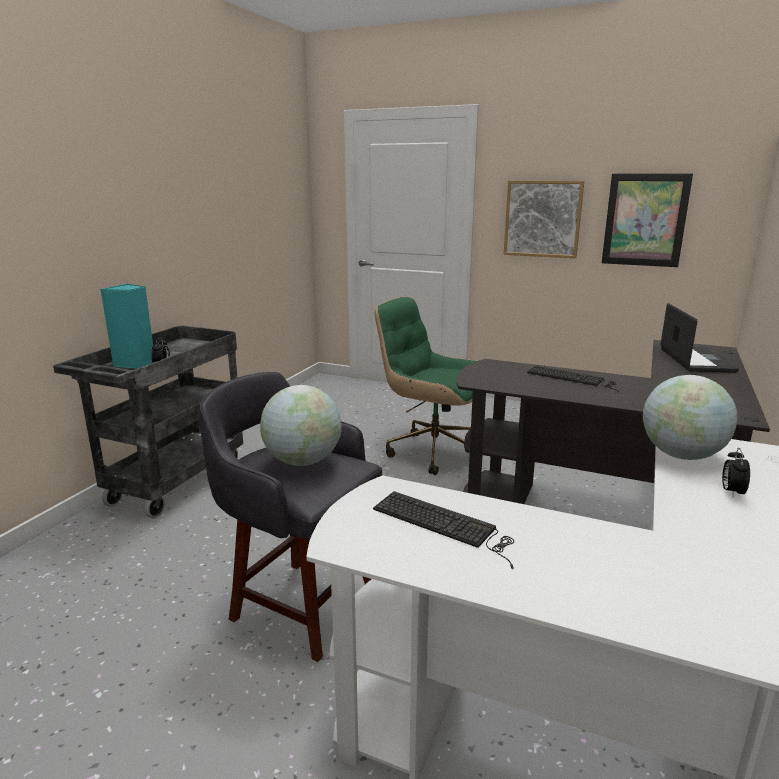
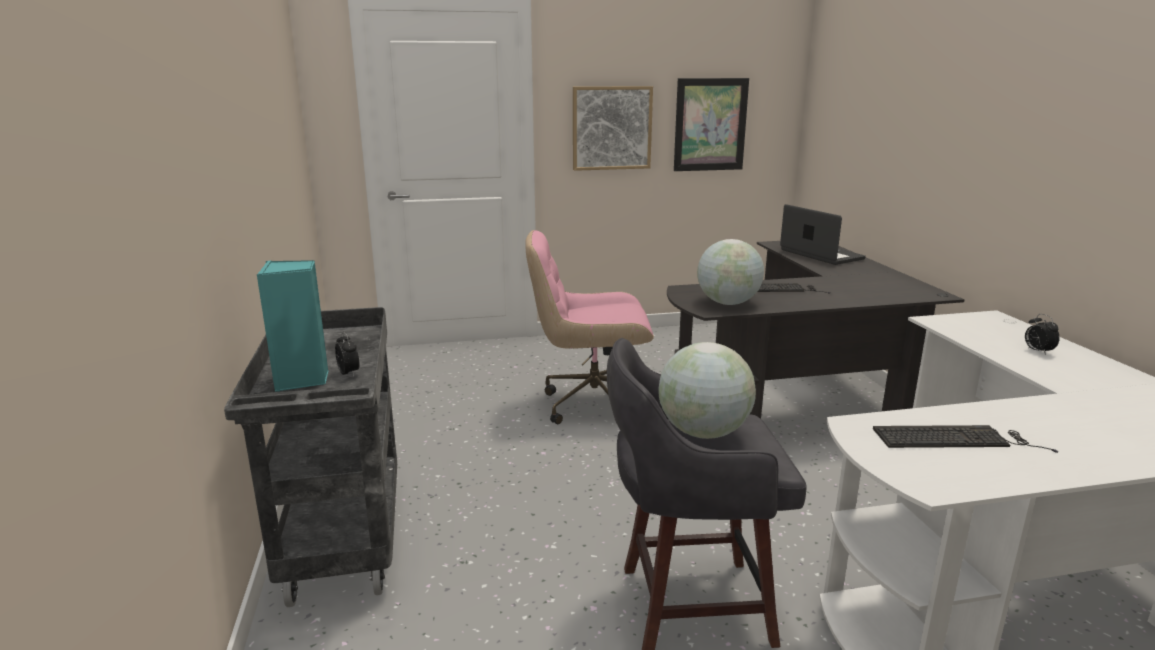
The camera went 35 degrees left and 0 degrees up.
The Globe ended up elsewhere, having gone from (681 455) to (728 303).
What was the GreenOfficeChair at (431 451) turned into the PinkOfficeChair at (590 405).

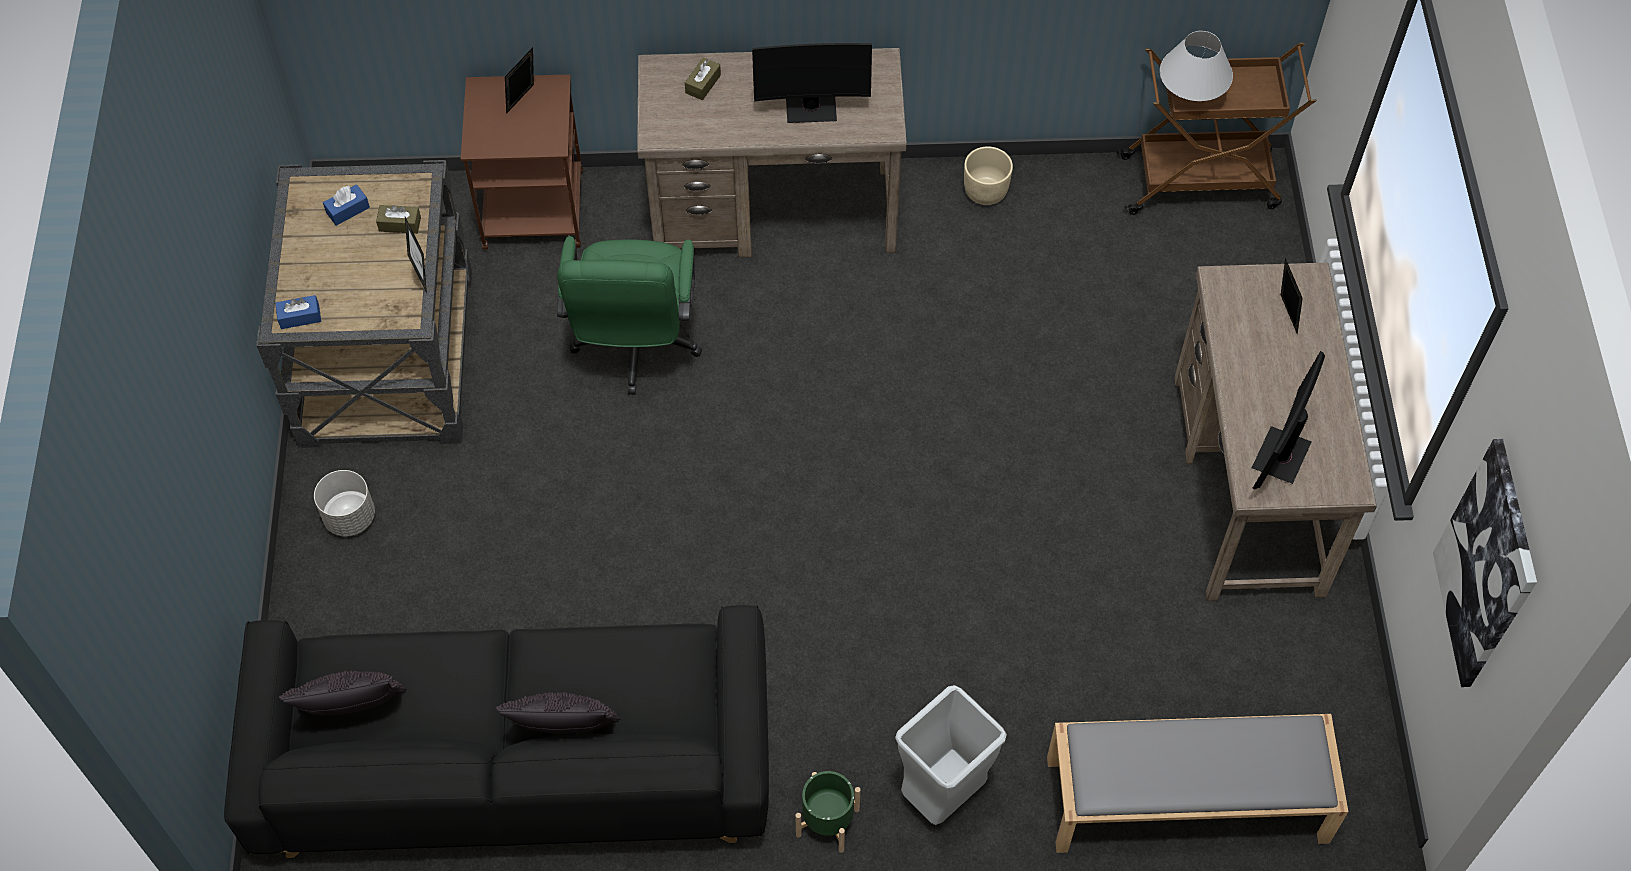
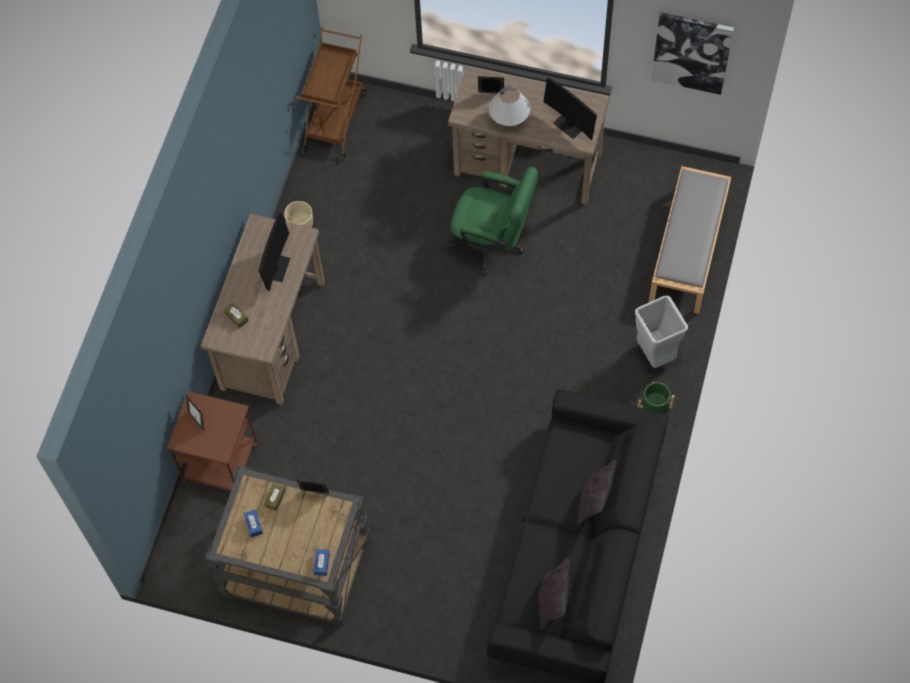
The camera went 70 degrees left and 5 degrees up.
The second view lost the GreyPlanter at (350 517).
The GreenOfficeChair ended up elsewhere, having gone from (635 348) to (492 243).
The WhiteTableLamp ended up elsewhere, having gone from (1190 99) to (509 120).

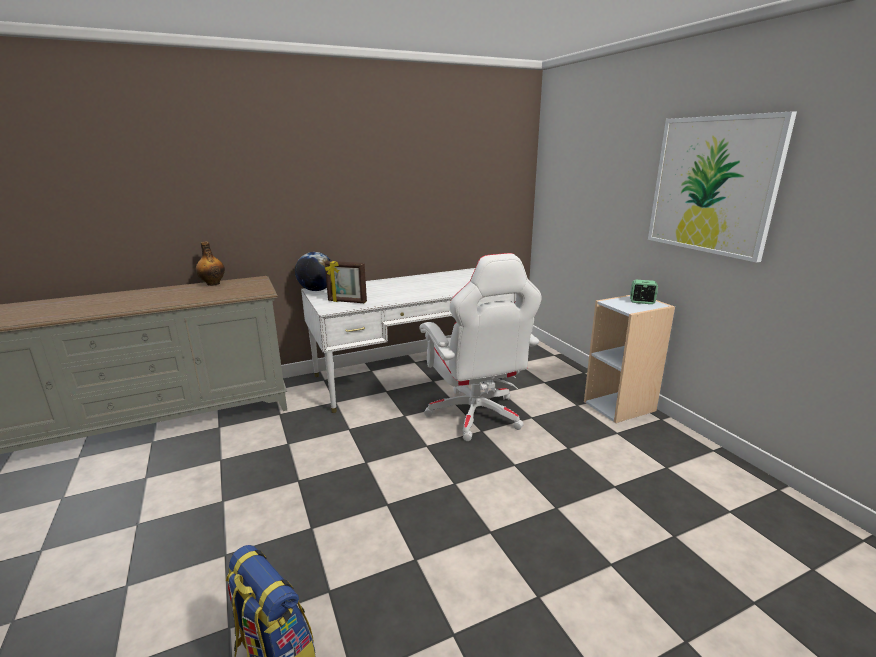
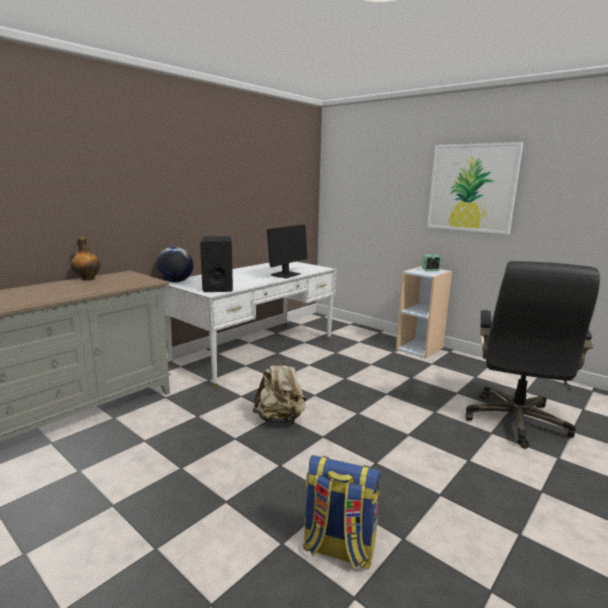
The camera went 25 degrees left and 5 degrees down.
The second view lost the WhiteOfficeChair at (475 414).
The second view gained the BeigeBackpack at (280 419).
The second view gained the Monitor at (286 275).
The second view gained the BlackOfficeChair at (515 419).
Where the PictureFrame stood at (347 301), the BlackSpeaker came to stand at (217 287).

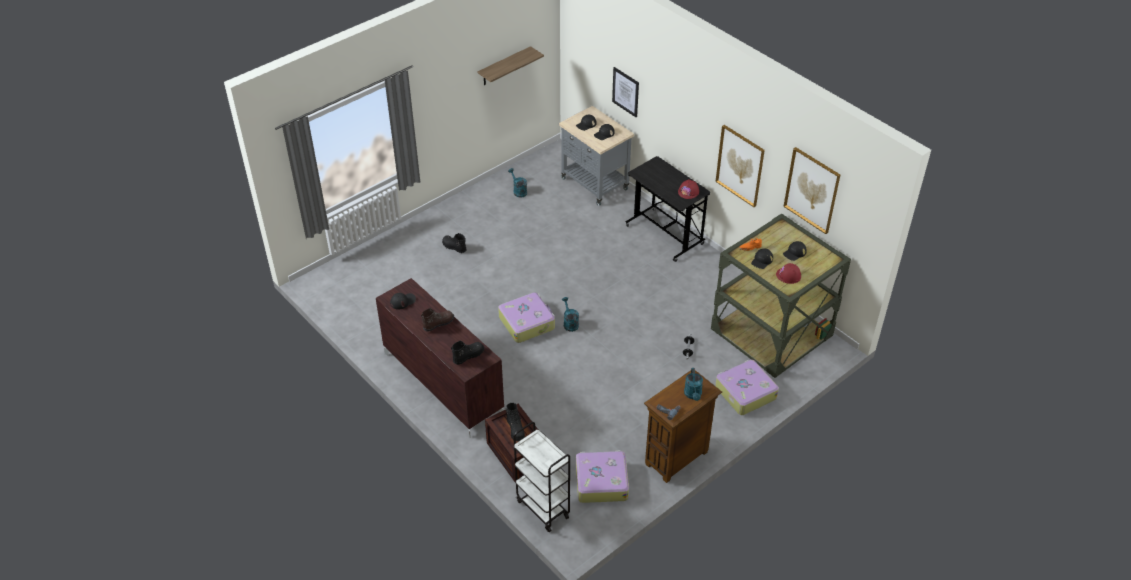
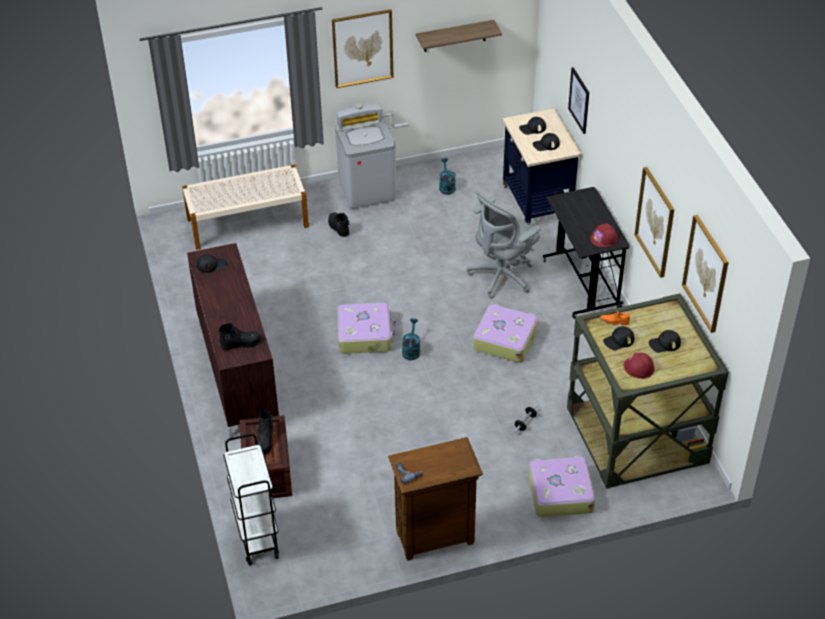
The camera went 25 degrees right and 0 degrees up.
The second view lost the BrownBoot at (438 323).
The second view lost the TurquoiseWateringCan at (693 395).
The second view gained the BeigeBench at (247 222).
The second view gained the Picture at (362 48).
The second view gained the GreyWashingMachine at (368 190).
The second view gained the GreyOfficeChair at (504 273).
The Suitcase ended up elsewhere, having gone from (601 481) to (505 339).
What was the GreyCart at (595 184) turned into the BlueCart at (537 203).

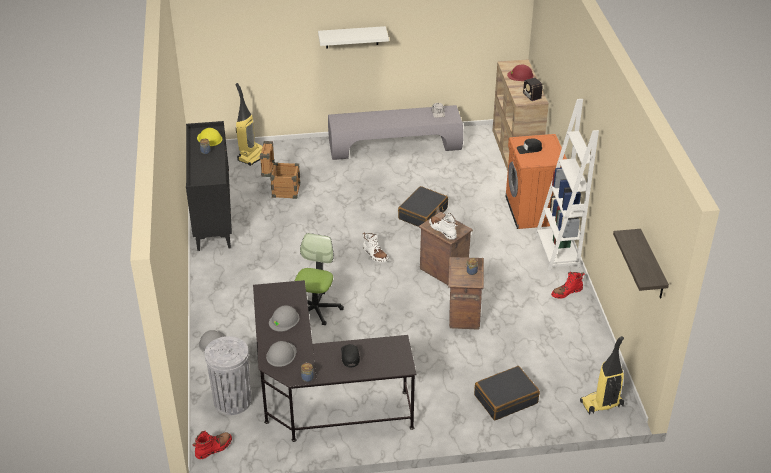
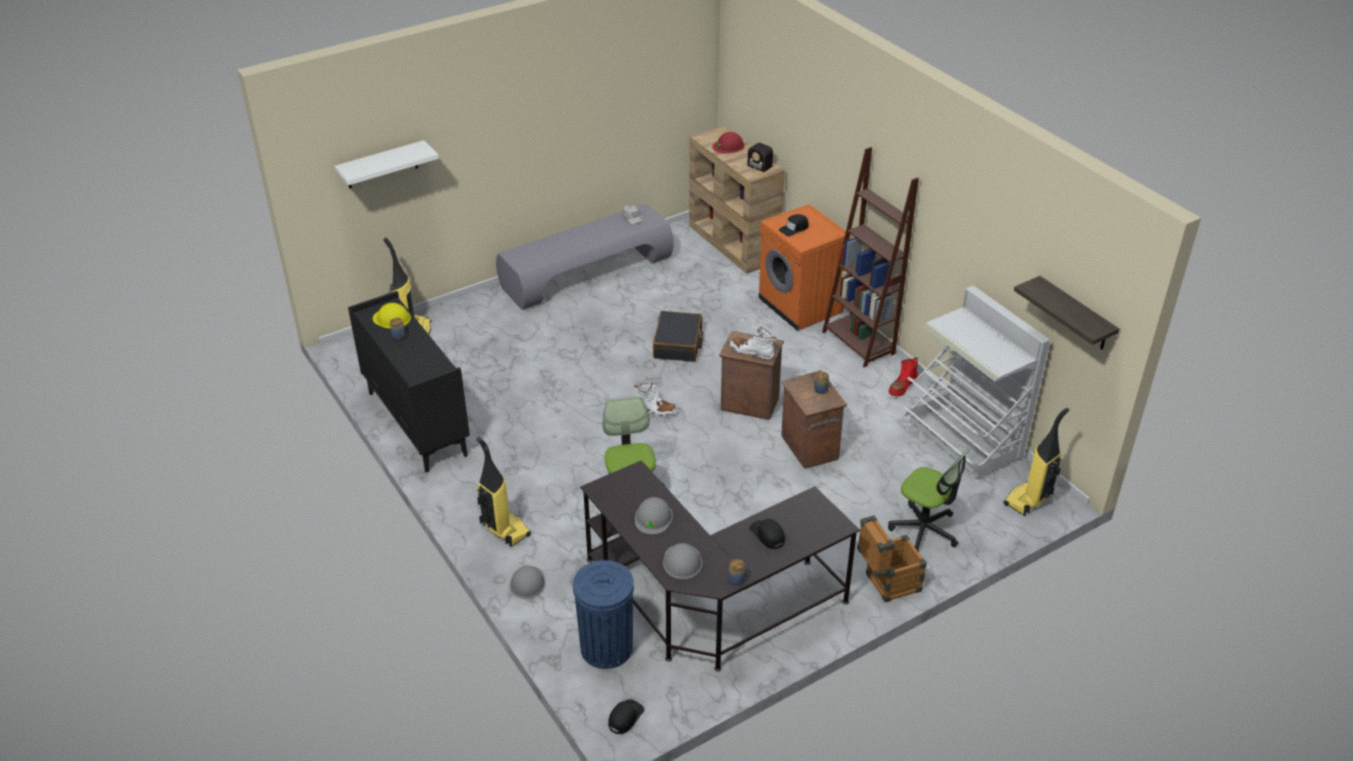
The camera went 25 degrees left and 0 degrees up.
The second view gained the VacuumCleaner at (504 530).
The second view gained the WhiteShoeRack at (960 443).
The Crate ended up elsewhere, having gone from (281 190) to (886 584).
The WhiteShelf ended up elsewhere, having gone from (352 37) to (381 165).
Where the RedBoot stood at (213 448), the BlackCap came to stand at (625 717).
Where the BlackSuitcase stood at (505 399), the OfficeChair came to stand at (924 530).
What was the GreyTrashCan at (232 401) turned into the BlueTrashCan at (606 648).
What was the WhiteBookcase at (557 251) turned into the BrownBookcase at (858 343).

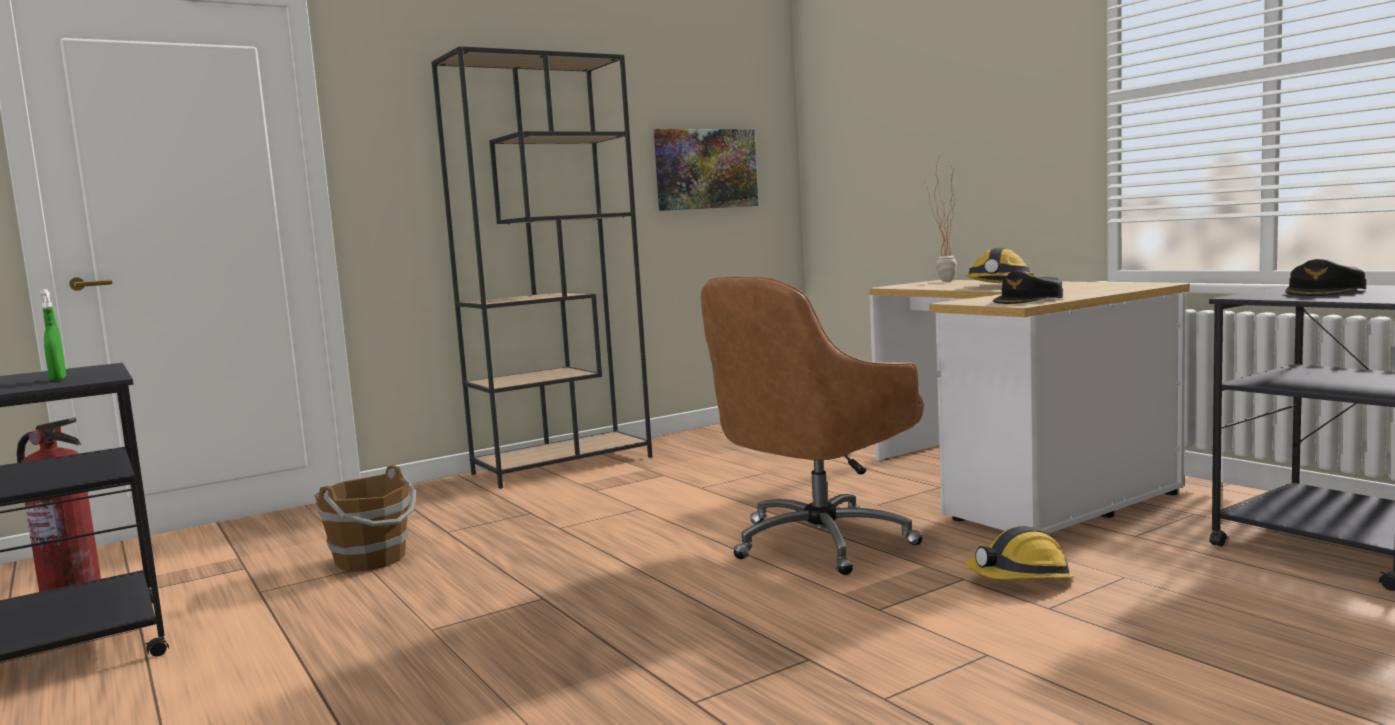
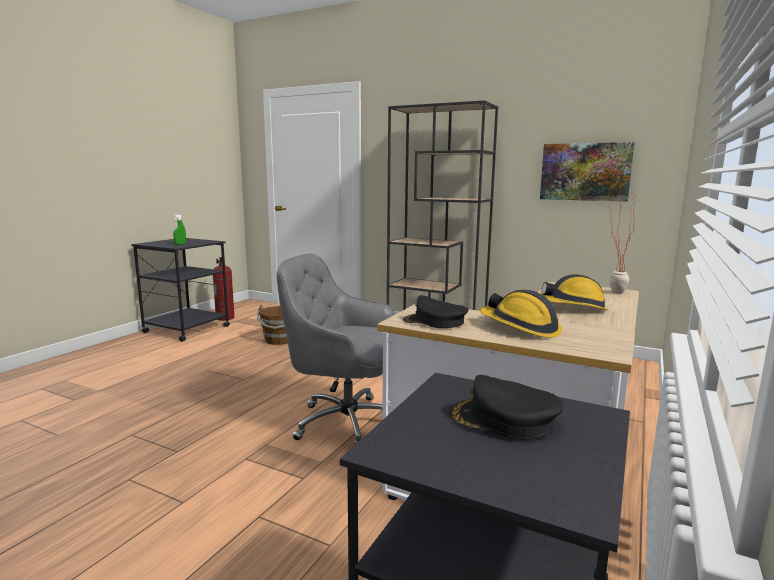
The camera went 60 degrees right and 5 degrees up.
The HardHat ended up elsewhere, having gone from (1020 578) to (520 328).
What was the BrownOfficeChair at (819 542) turned into the GreyOfficeChair at (348 422).

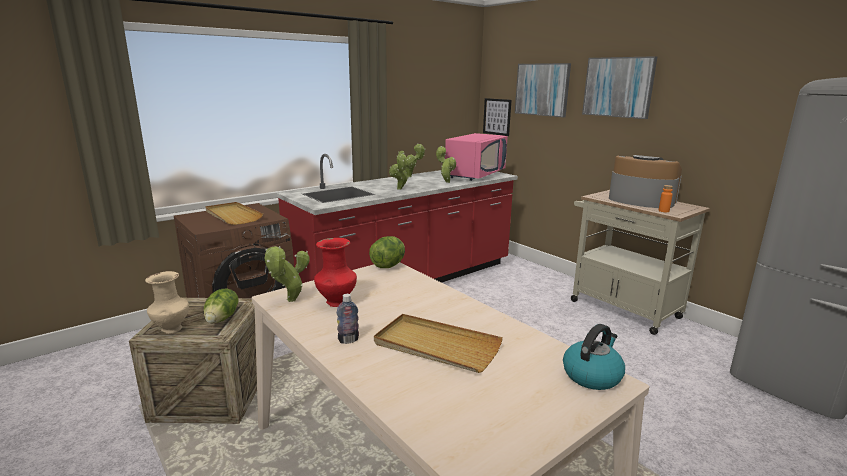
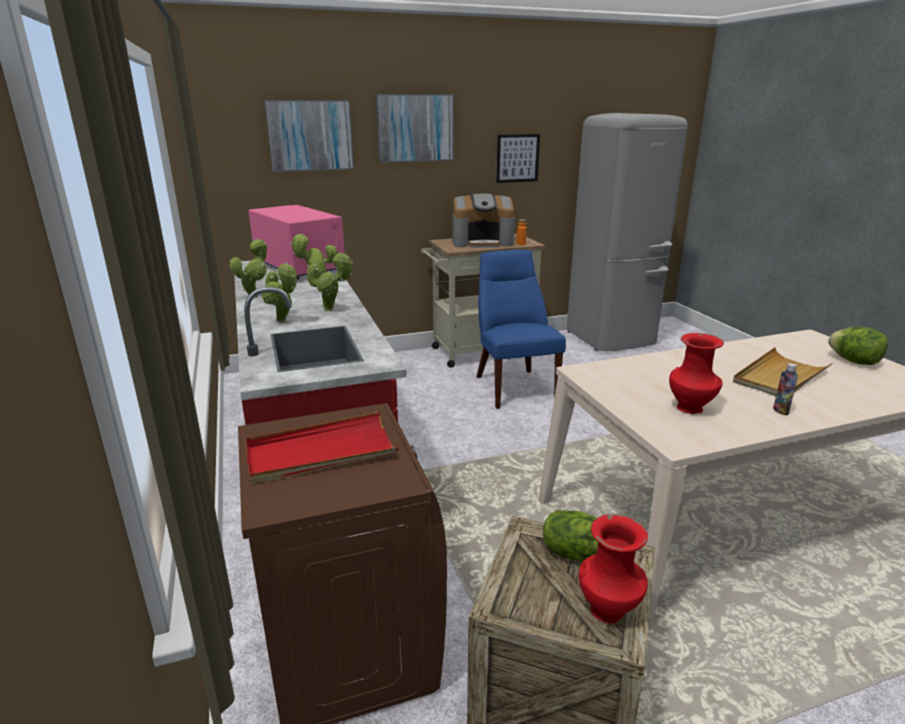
The camera went 70 degrees left and 5 degrees up.
The second view lost the Kettle at (592 375).
The second view gained the BlueChair at (513 386).
The PottedPlant ended up elsewhere, having gone from (289 301) to (283 321).
The Lettuce ended up elsewhere, having gone from (388 265) to (854 361).
The Picture ended up elsewhere, having gone from (497 116) to (517 158).
What was the BeigeVase at (172 329) turned into the RedVase at (609 610).
What was the BeigeTray at (232 215) turned into the RedTray at (320 452).
The CoffeeMachine at (640 201) ended up facing another way, 150 degrees counterclockwise from before.

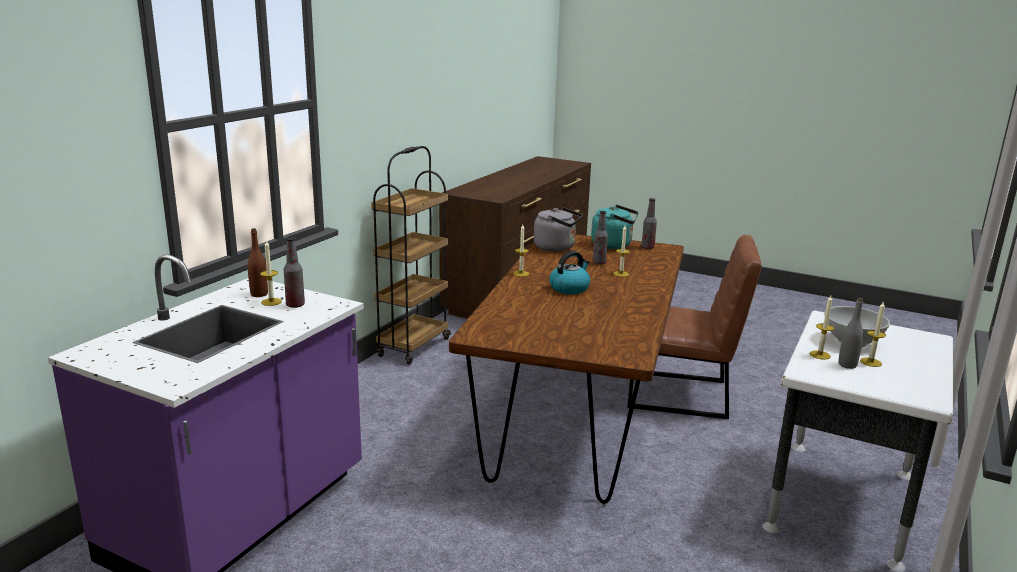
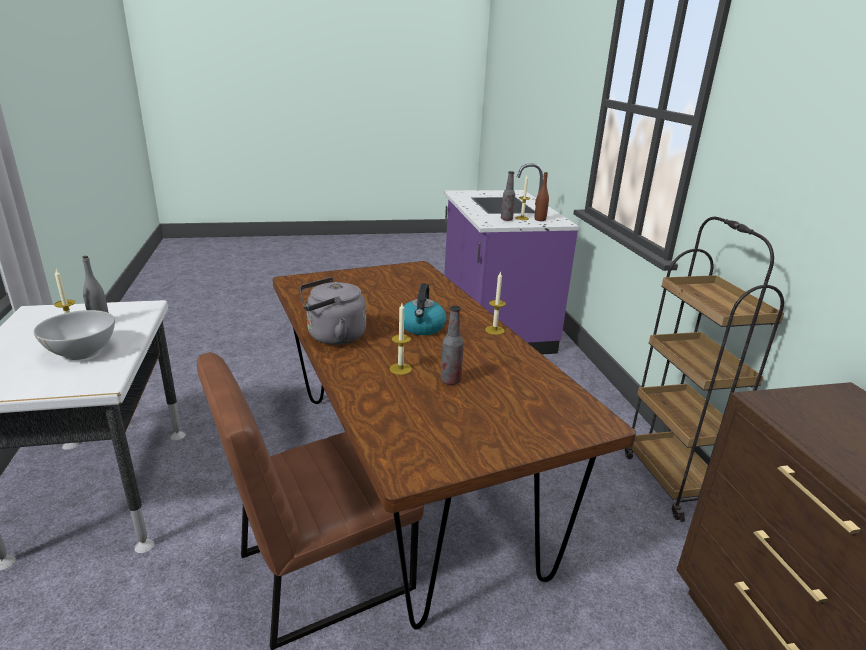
The camera went 140 degrees right and 5 degrees up.
The second view lost the TurquoiseKettle at (614 245).
The second view lost the Bottle at (647 247).
The second view lost the Candle at (820 355).
The GreyKettle ended up elsewhere, having gone from (557 248) to (332 336).

